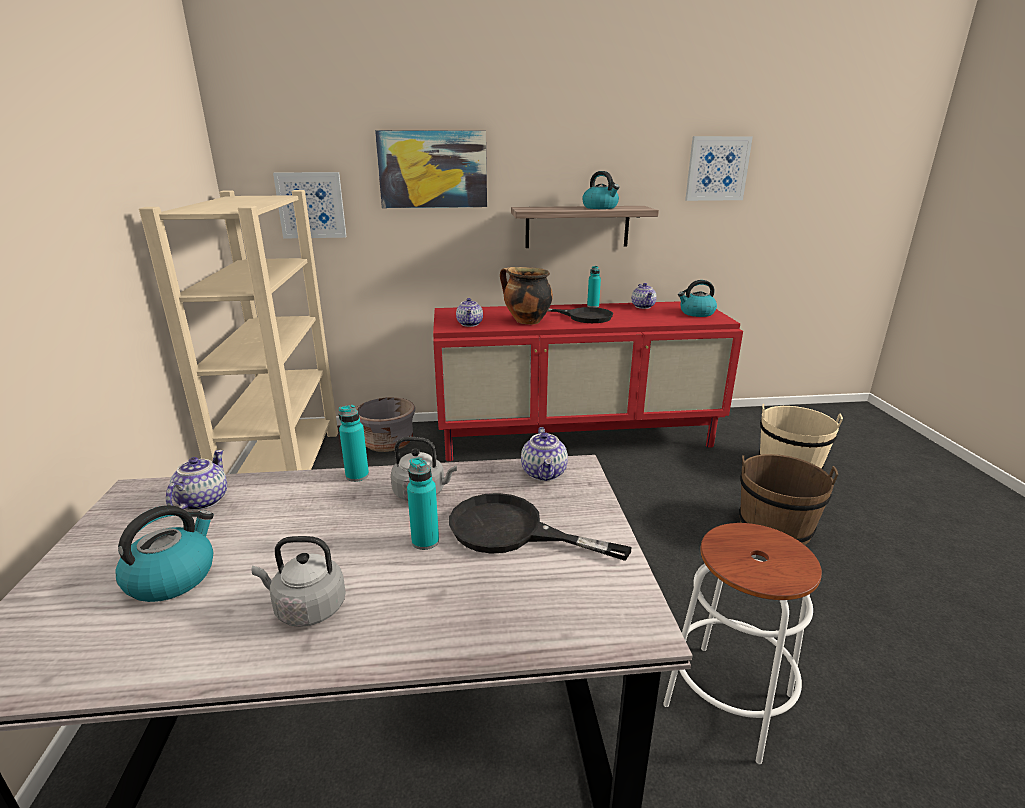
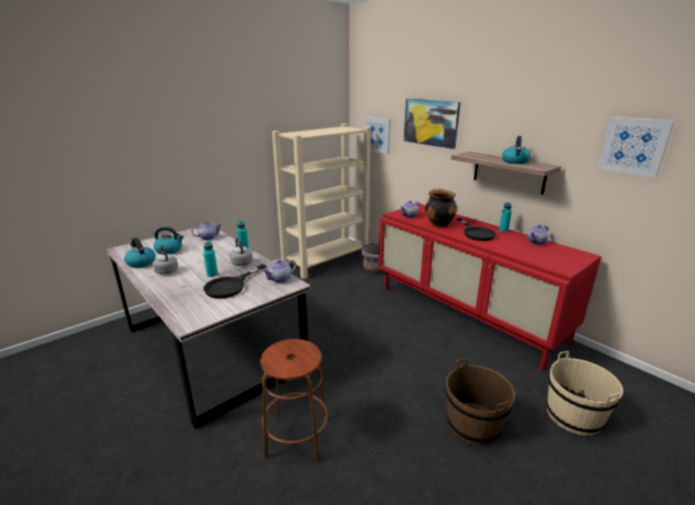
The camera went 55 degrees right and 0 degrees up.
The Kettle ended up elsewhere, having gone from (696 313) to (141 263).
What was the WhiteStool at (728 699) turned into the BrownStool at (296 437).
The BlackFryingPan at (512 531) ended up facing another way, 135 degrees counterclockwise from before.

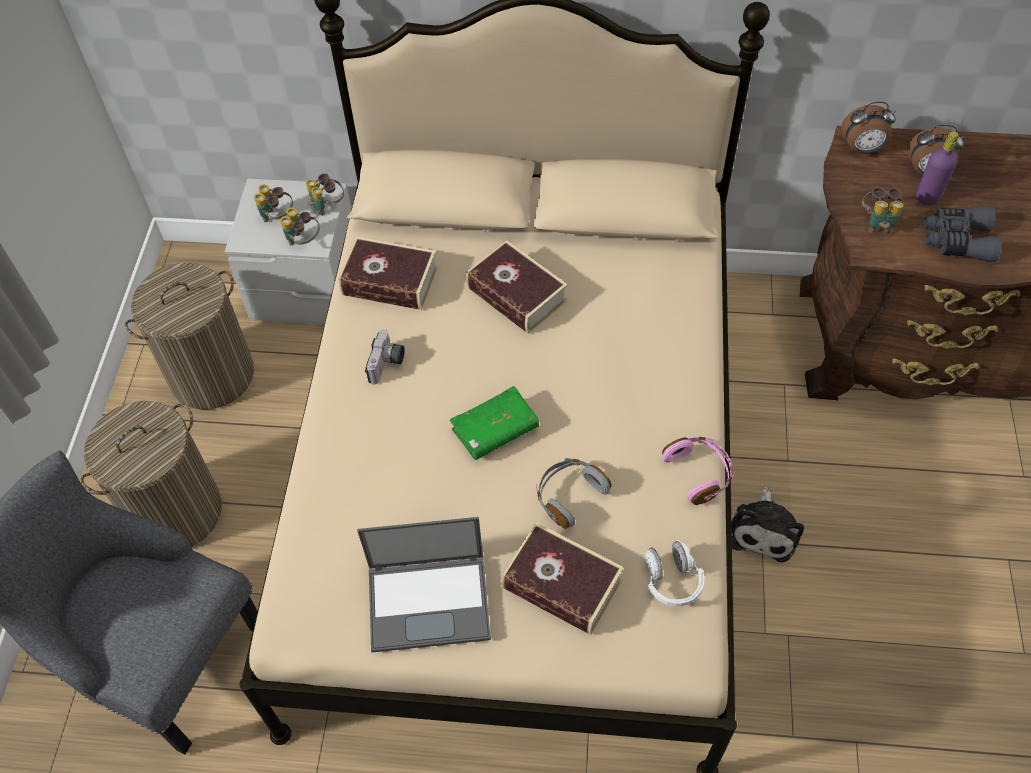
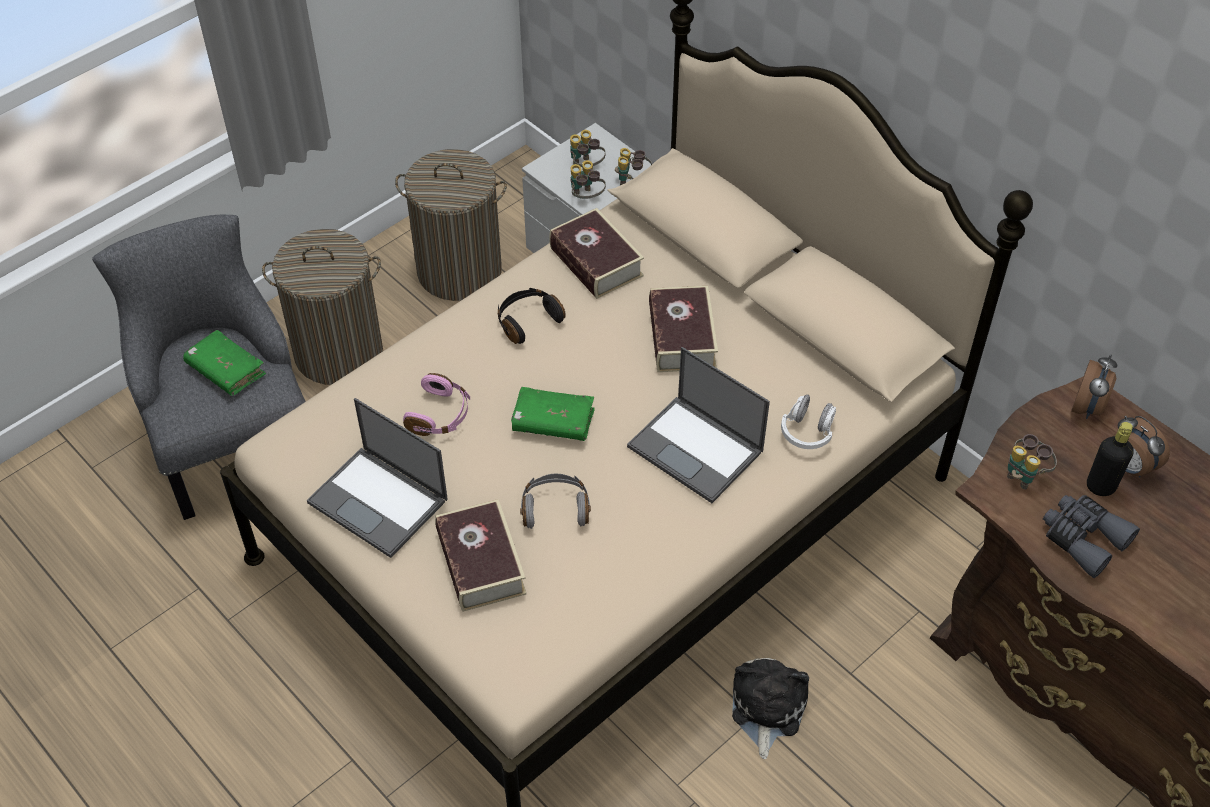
The camera went 40 degrees right and 5 degrees down.
The second view gained the GreenBook at (226 370).
The second view gained the Laptop at (697 449).
The WhiteHeadphones ended up elsewhere, having gone from (671 580) to (807 432).
The PinkHeadphones ended up elsewhere, having gone from (699 473) to (440 415).
Where the PhotoCamera stood at (387 365), the BlackHeadphones came to stand at (528 321).
What was the PurpleBottle at (927 197) turned into the BlackBottle at (1100 486).
The PlushToy at (764 529) ended up facing another way, 135 degrees clockwise from before.
The AlarmClock at (862 149) ended up facing another way, 105 degrees counterclockwise from before.

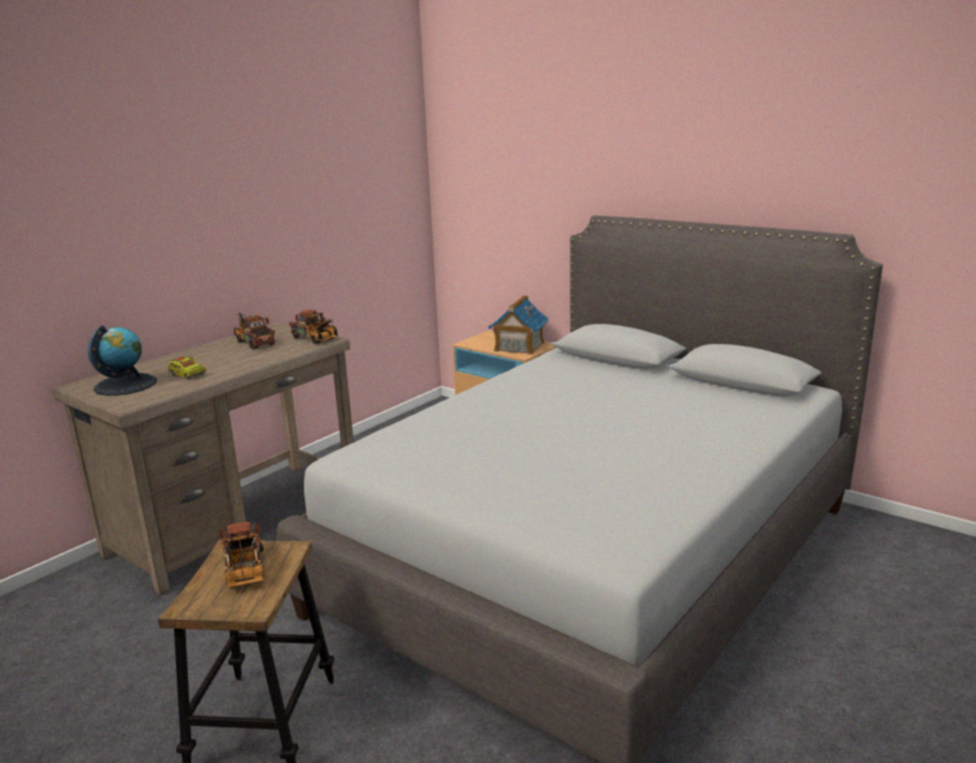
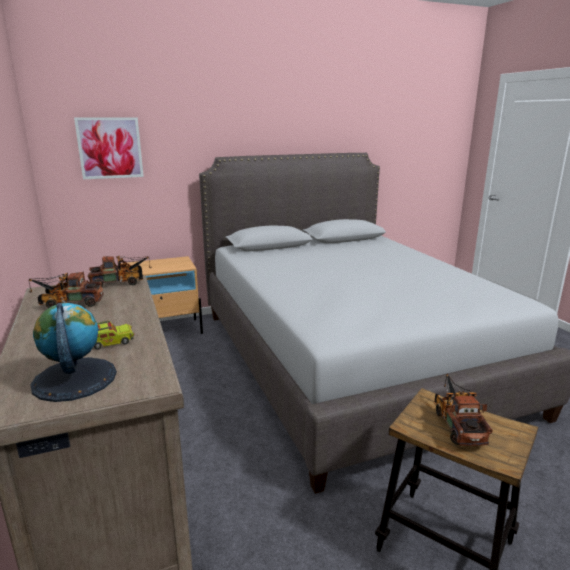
The camera went 60 degrees left and 0 degrees up.
The second view lost the ToyHouse at (519 347).
The second view gained the Picture at (110 148).
The ToyTruck at (245 572) ended up facing another way, 105 degrees counterclockwise from before.

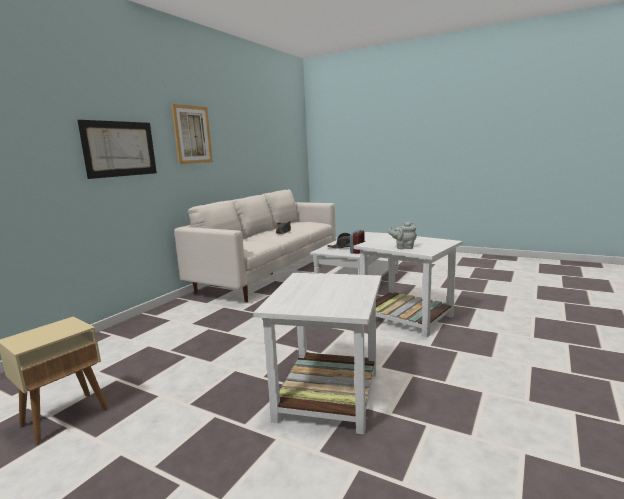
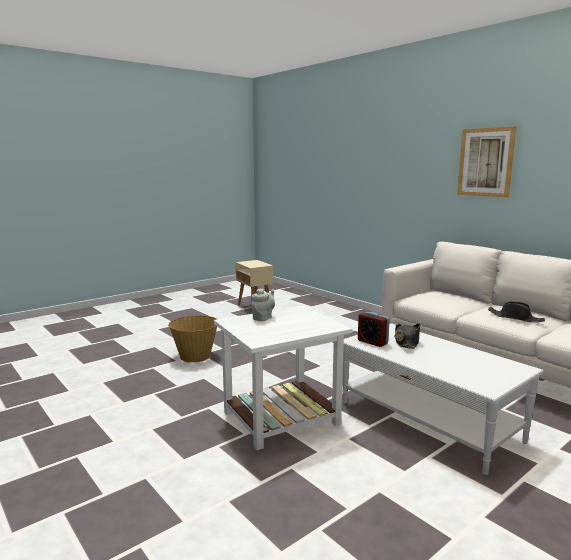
The camera went 110 degrees right and 0 degrees up.
The second view lost the Picture at (120 149).
Where the WhiteSideTable stood at (328 394), the Basket came to stand at (195 356).

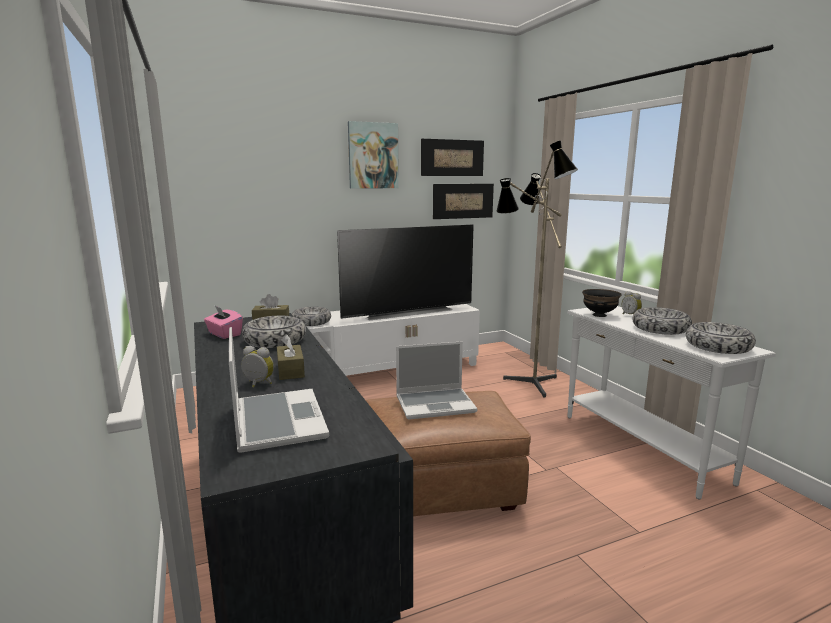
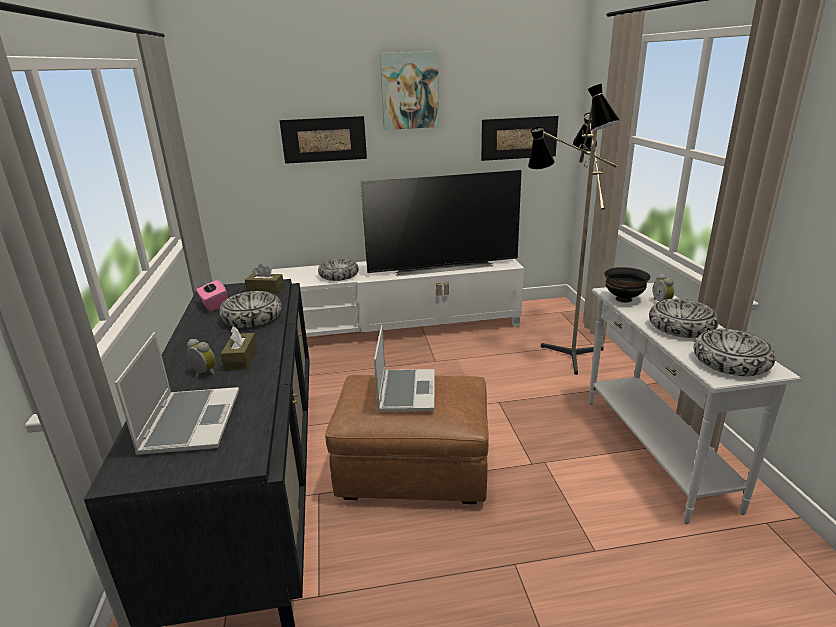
The camera went 15 degrees right and 10 degrees up.
The Picture ended up elsewhere, having gone from (452 158) to (324 139).
The Laptop at (436 404) ended up facing another way, 90 degrees counterclockwise from before.

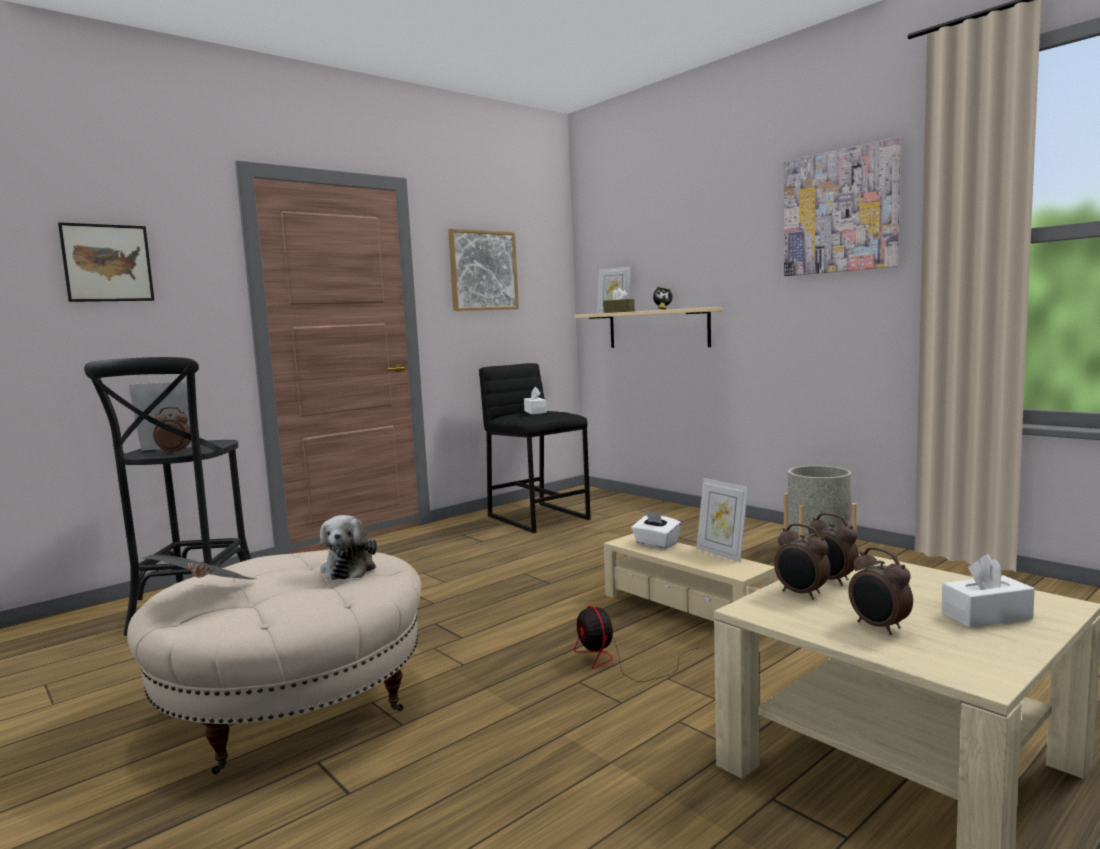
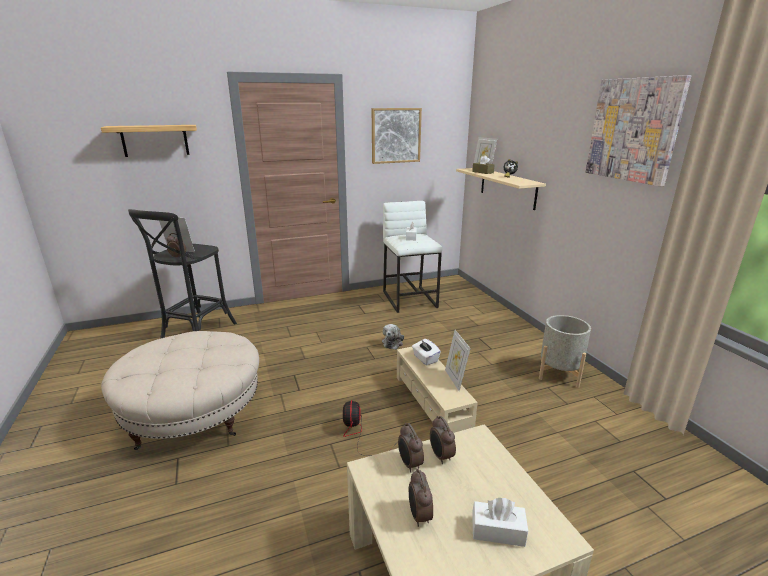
The camera went 20 degrees right and 15 degrees up.
The second view lost the Newspaper at (207 594).
The PlushToy ended up elsewhere, having gone from (350 568) to (393 342).
Where the Picture hung at (107 263), the Shelf came to hang at (155 140).
What was the BlackStool at (538 517) turned into the WhiteStool at (409 299).

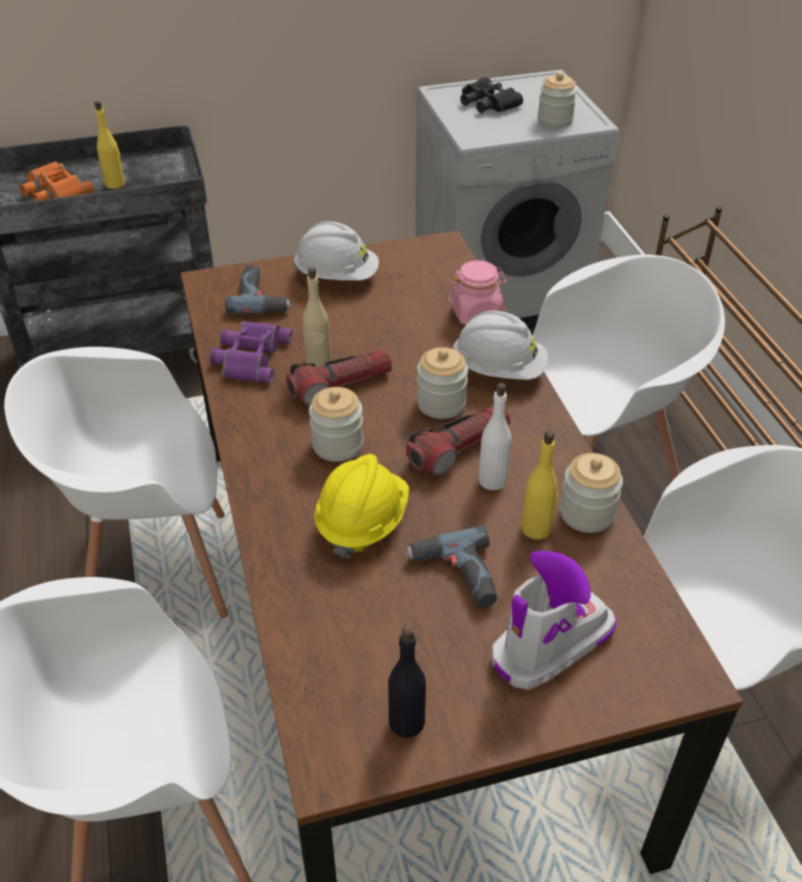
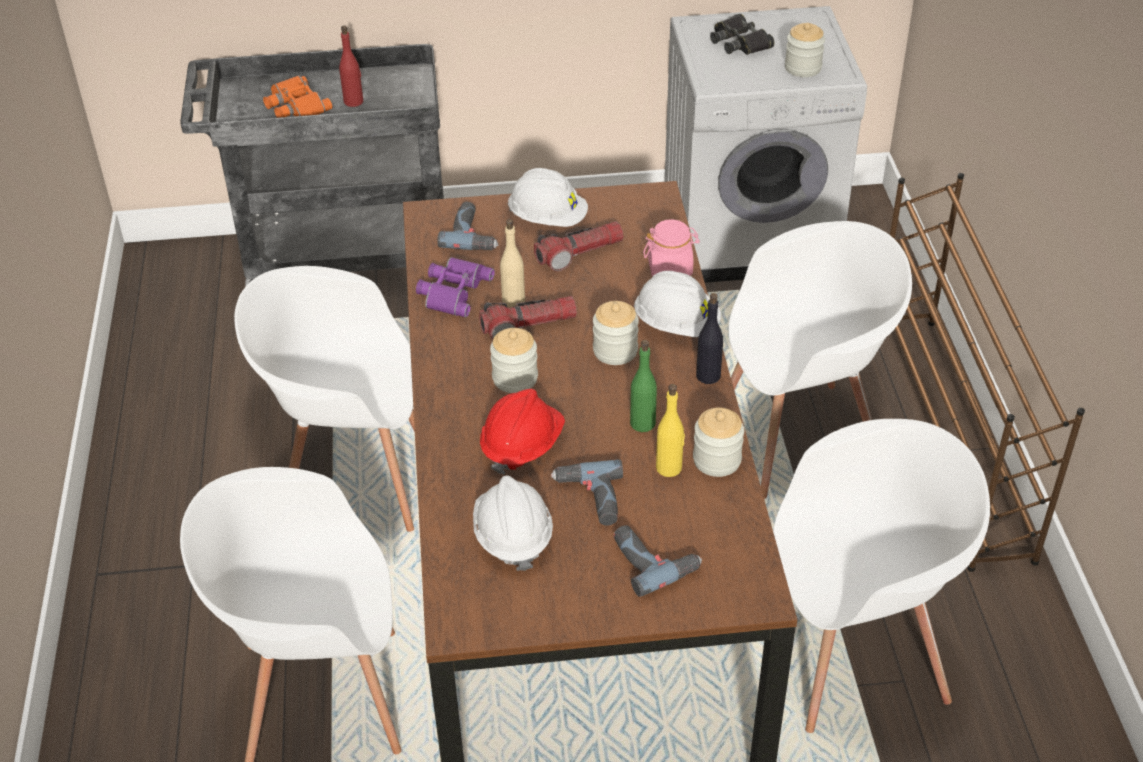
The camera went 10 degrees right and 0 degrees up.
The second view gained the WhiteHardHat at (512 536).
The BlackBottle ended up elsewhere, having gone from (407 721) to (708 375).
The Flashlight ended up elsewhere, having gone from (459 448) to (579 254).
Where the Boot stood at (550 645), the PowerDrill came to stand at (653 560).
What was the YellowBottle at (115 184) turned into the RedBottle at (354 101).
What was the YellowHardHat at (362 521) turned into the RedHardHat at (522 446).
What was the WhiteBottle at (492 480) turned into the GreenBottle at (643 423).

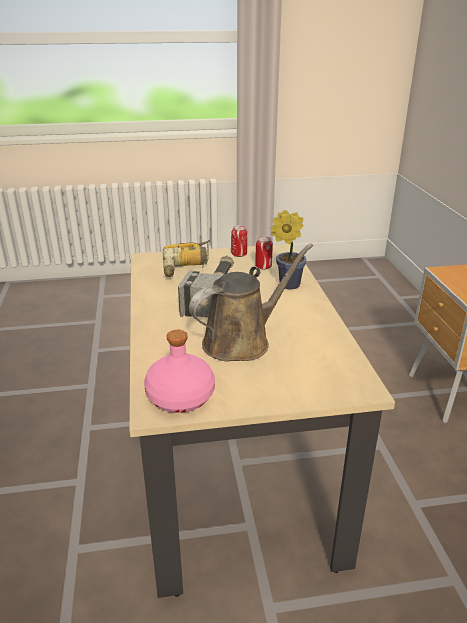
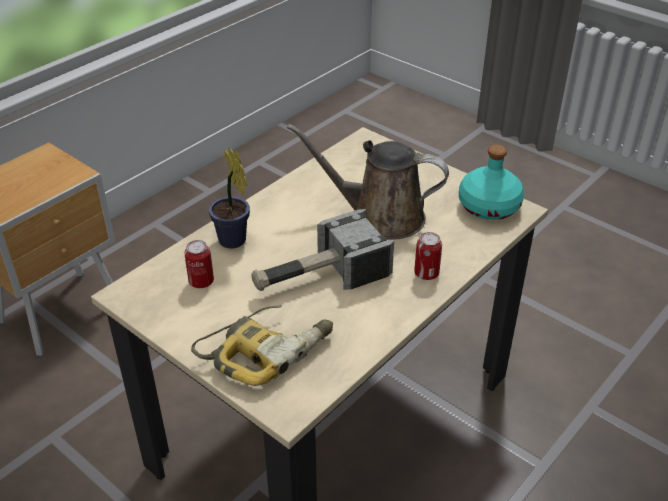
The camera went 130 degrees left and 10 degrees up.
The Can ended up elsewhere, having gone from (239 254) to (426 273).
What was the PinkBottle at (179 397) turned into the TurquoiseBottle at (489 207).

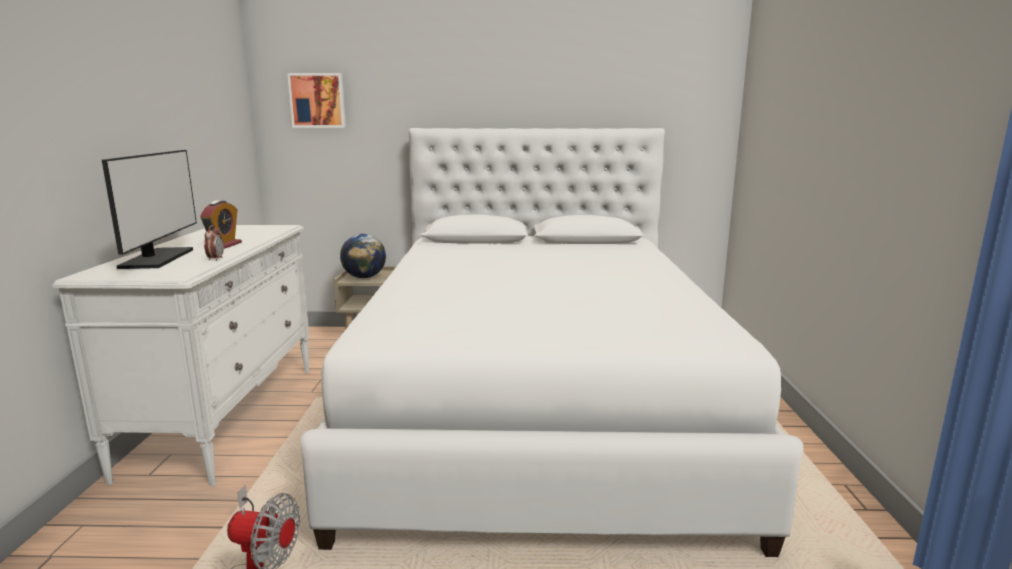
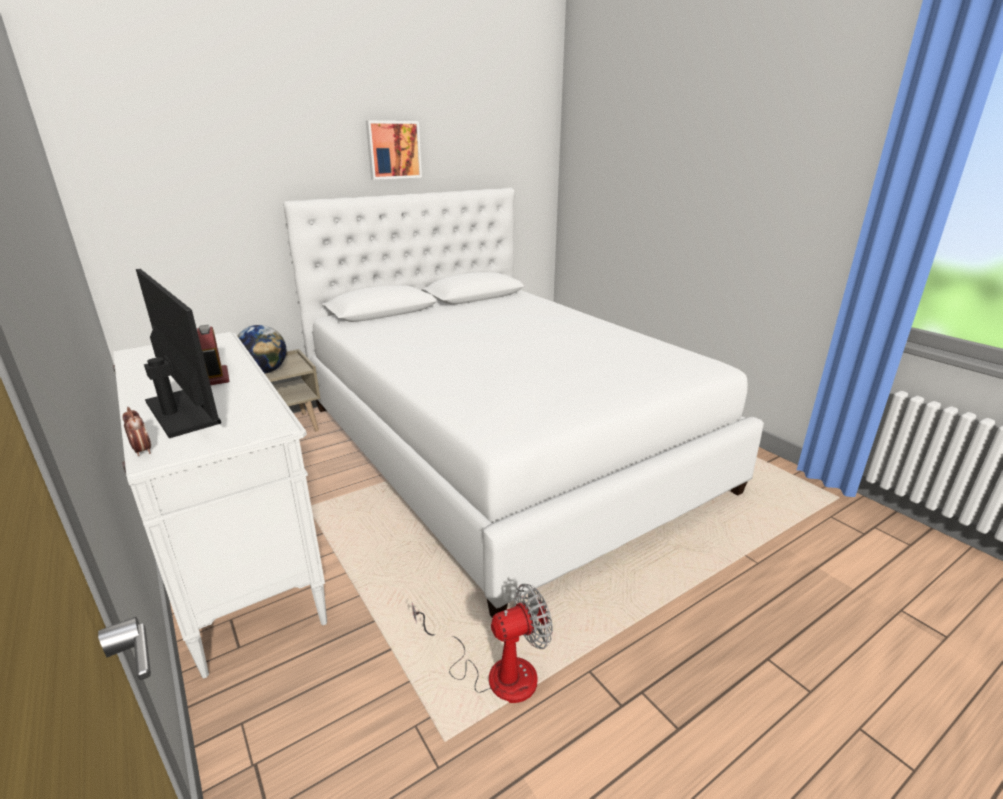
The camera went 35 degrees left and 10 degrees up.
The AlarmClock ended up elsewhere, having gone from (215 259) to (142 451).
The Picture ended up elsewhere, having gone from (318 100) to (393 150).

